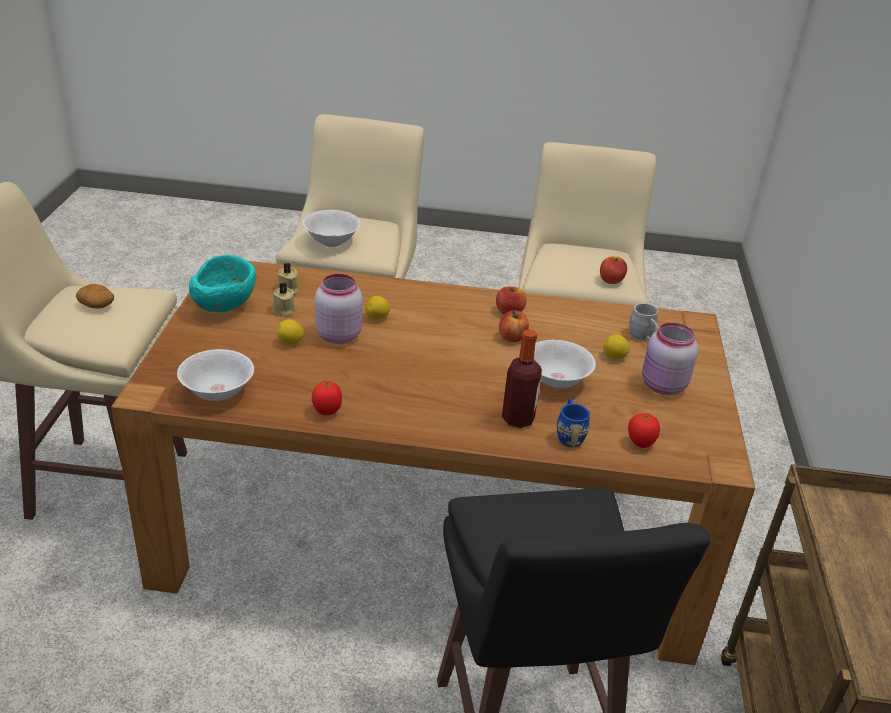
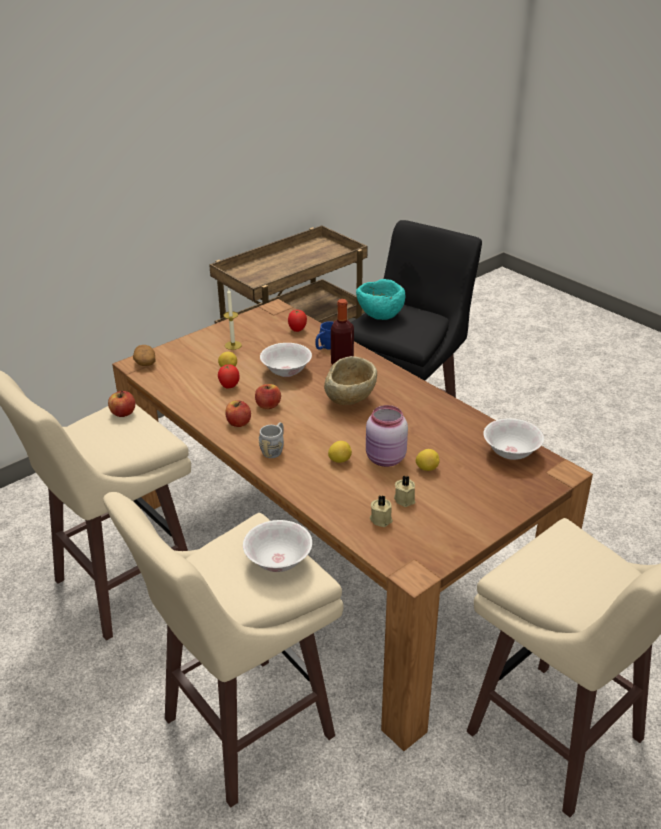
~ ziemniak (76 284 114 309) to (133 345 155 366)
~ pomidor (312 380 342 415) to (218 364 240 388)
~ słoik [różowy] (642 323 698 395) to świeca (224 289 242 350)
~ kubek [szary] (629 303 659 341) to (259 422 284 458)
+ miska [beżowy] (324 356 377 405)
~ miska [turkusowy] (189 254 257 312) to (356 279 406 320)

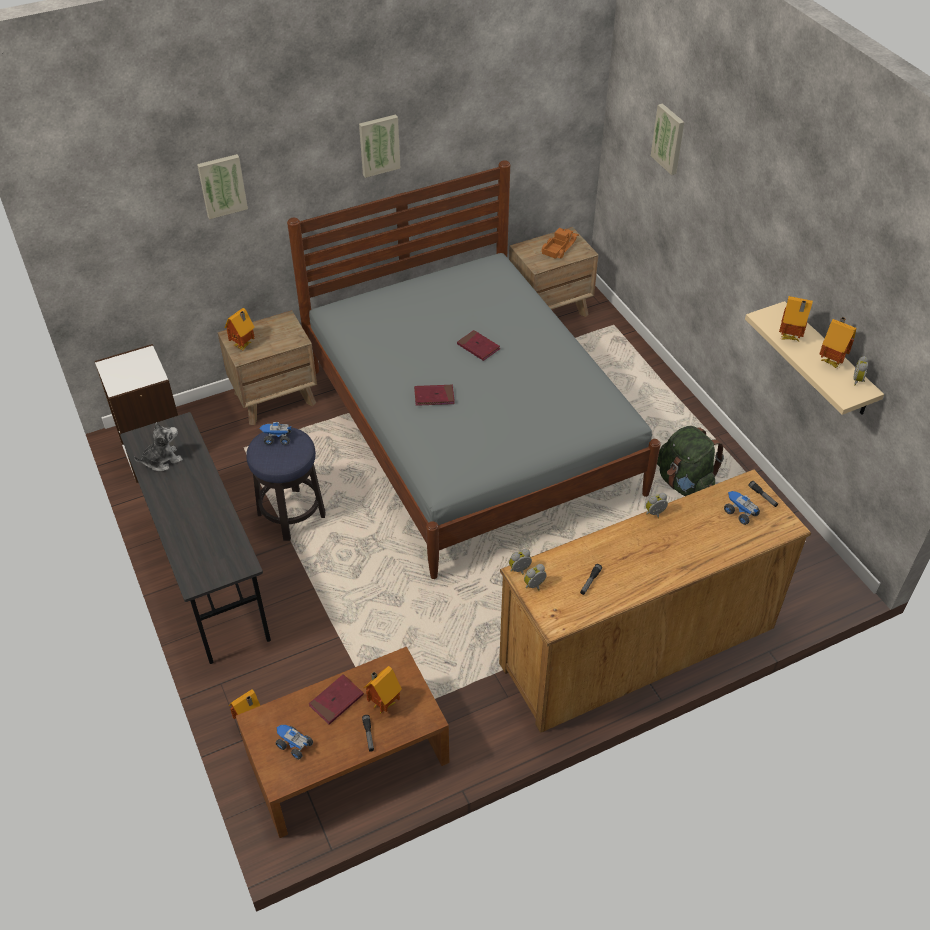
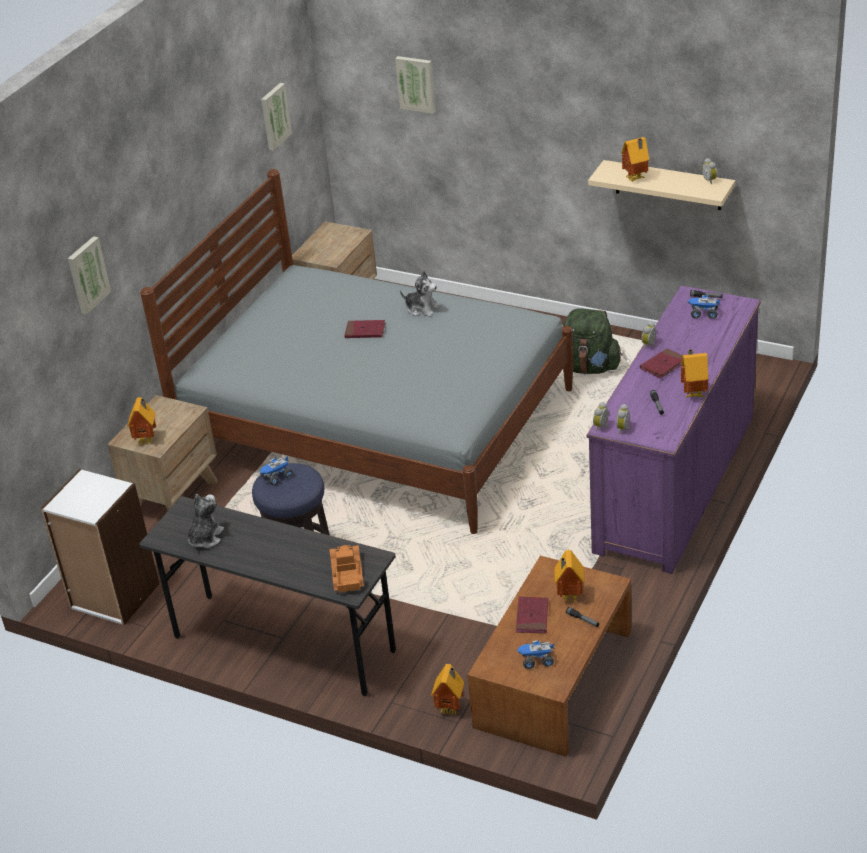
~ obraz (359 114 401 178) to (261 83 292 150)
~ ciężarówka zabawkowa (541 228 579 259) to (329 545 364 593)
+ pluszak (400 271 440 317)
~ komoda [brązowy] (499 469 811 733) to komoda [fioletowy] (586 286 761 574)
~ książka [czerwony] (414 384 455 406) to (640 348 683 378)
~ domek (820 317 856 368) to (681 349 708 398)

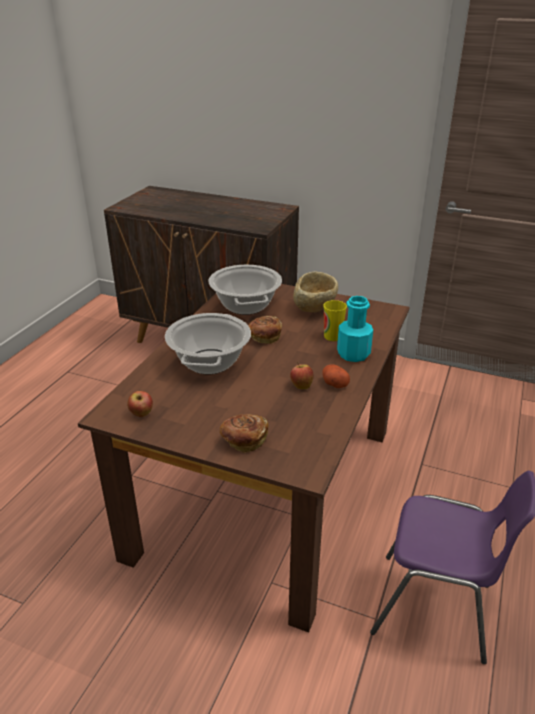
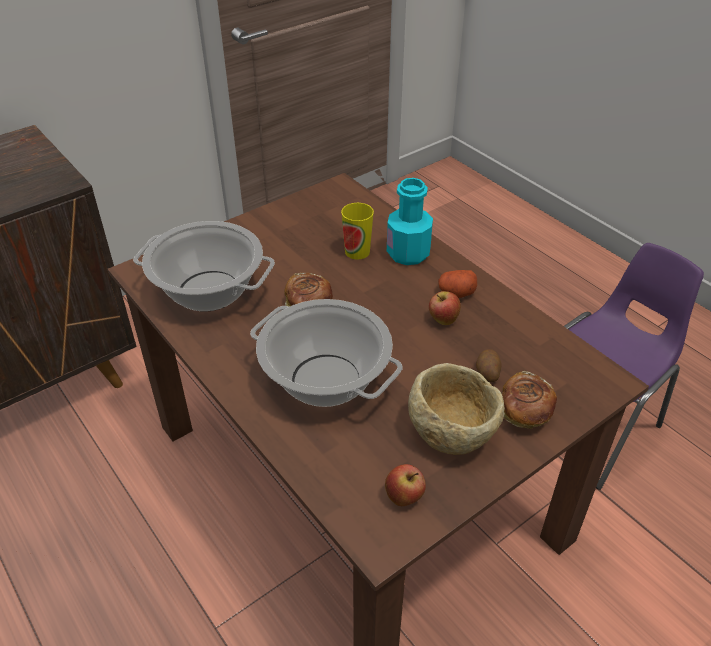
~ miska [beżowy] (293 271 338 312) to (408 363 505 455)
+ ziemniak (476 349 502 382)

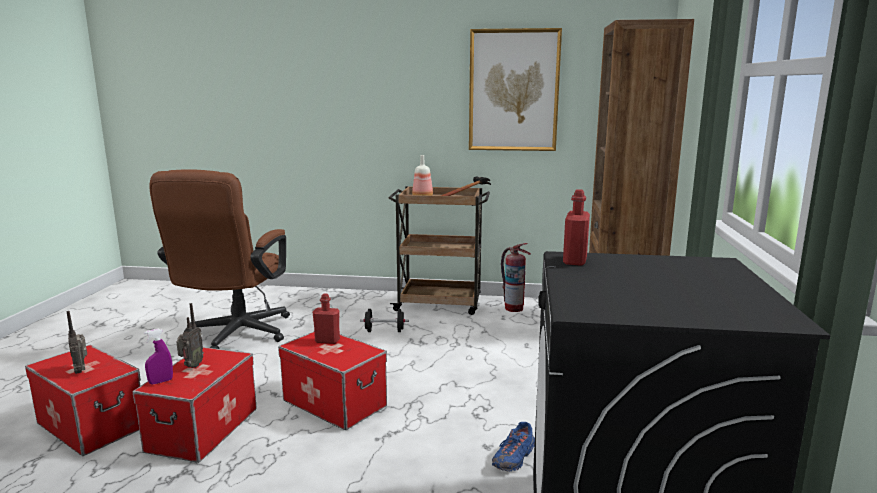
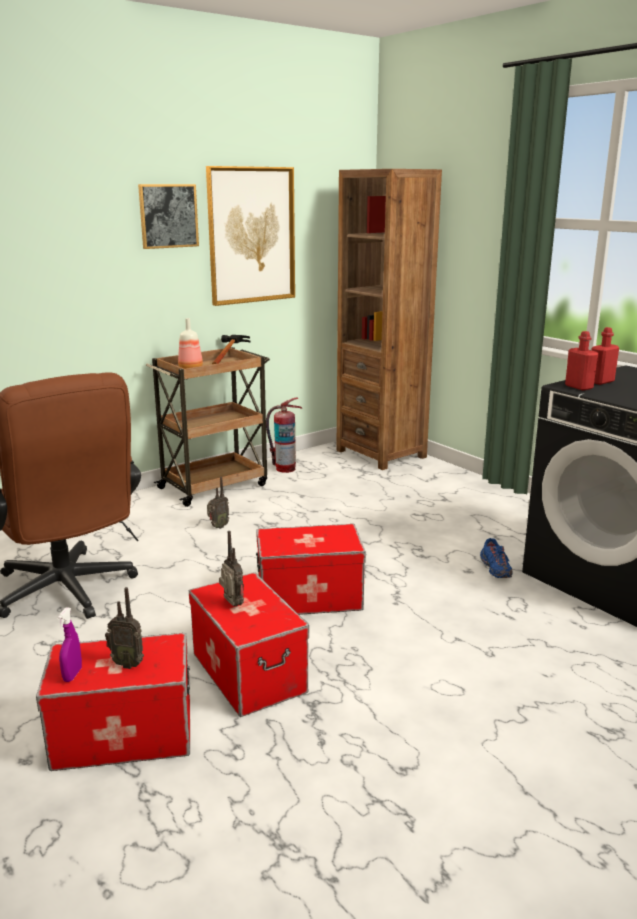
~ spryskiwacz [fioletowy] (144 329 173 385) to (57 607 82 682)
+ obraz (138 184 199 249)
~ hantel [czarny] (360 309 409 332) to radio (207 477 229 529)
~ butelka [czerwony] (313 293 340 344) to (591 327 619 385)

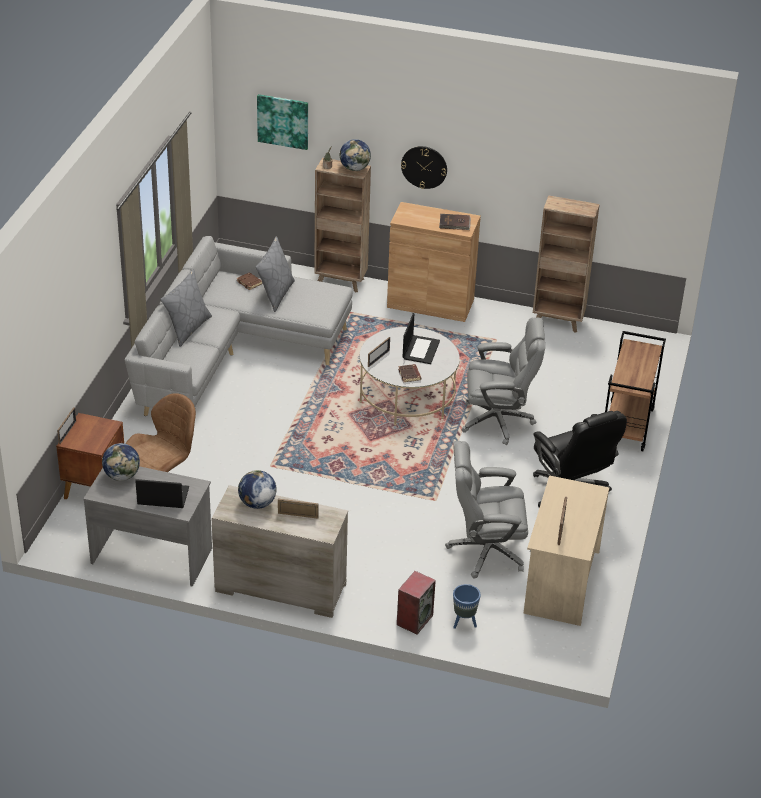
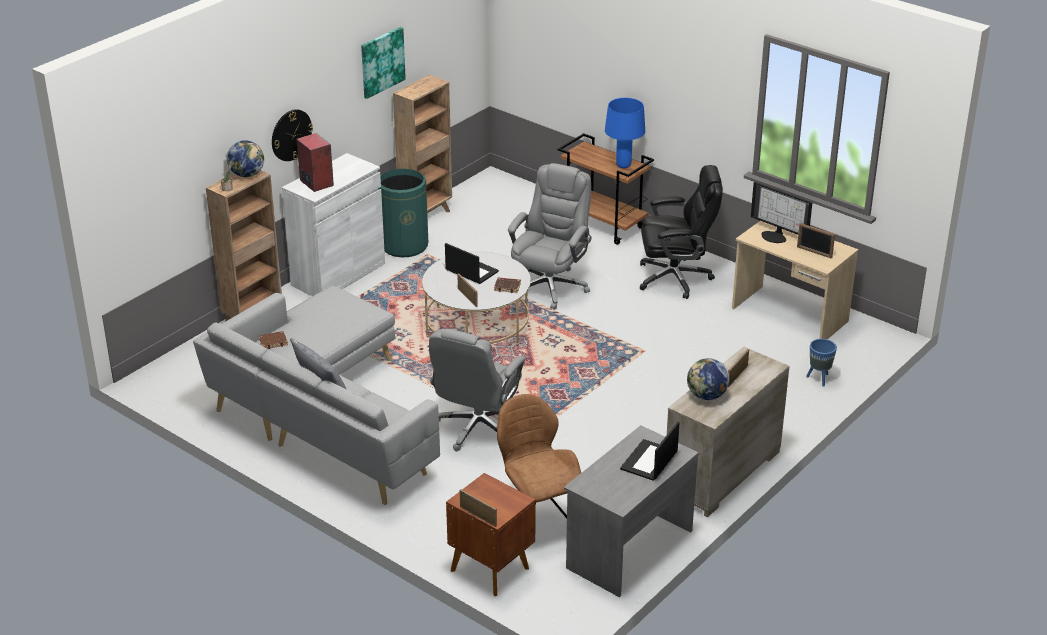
~ szafka [brązowy] (387 202 481 322) to szafka [biały] (282 153 385 296)
~ głośnik (397 571 436 634) to (296 133 334 192)
~ obraz (257 94 308 150) to (361 27 406 99)
+ kosz na śmieci [zielony] (379 169 428 257)
~ krzesło biurowe [szary] (445 441 528 579) to (429 329 525 451)
+ lampa stołowa [niebieski] (605 98 645 168)
+ monitor (751 182 812 243)
- globus (102 443 140 481)
- poduszka [szary] (256 236 295 312)
- książka [brązowy] (439 214 471 230)

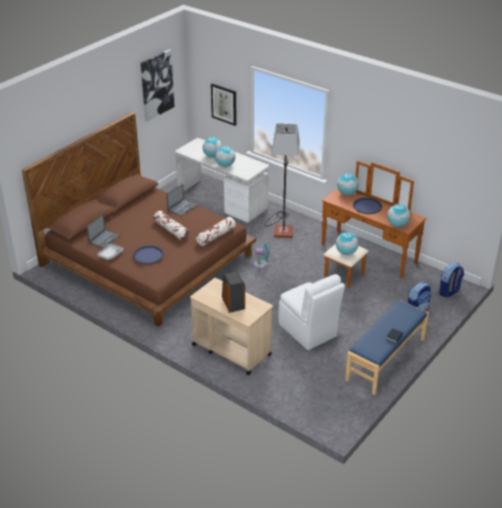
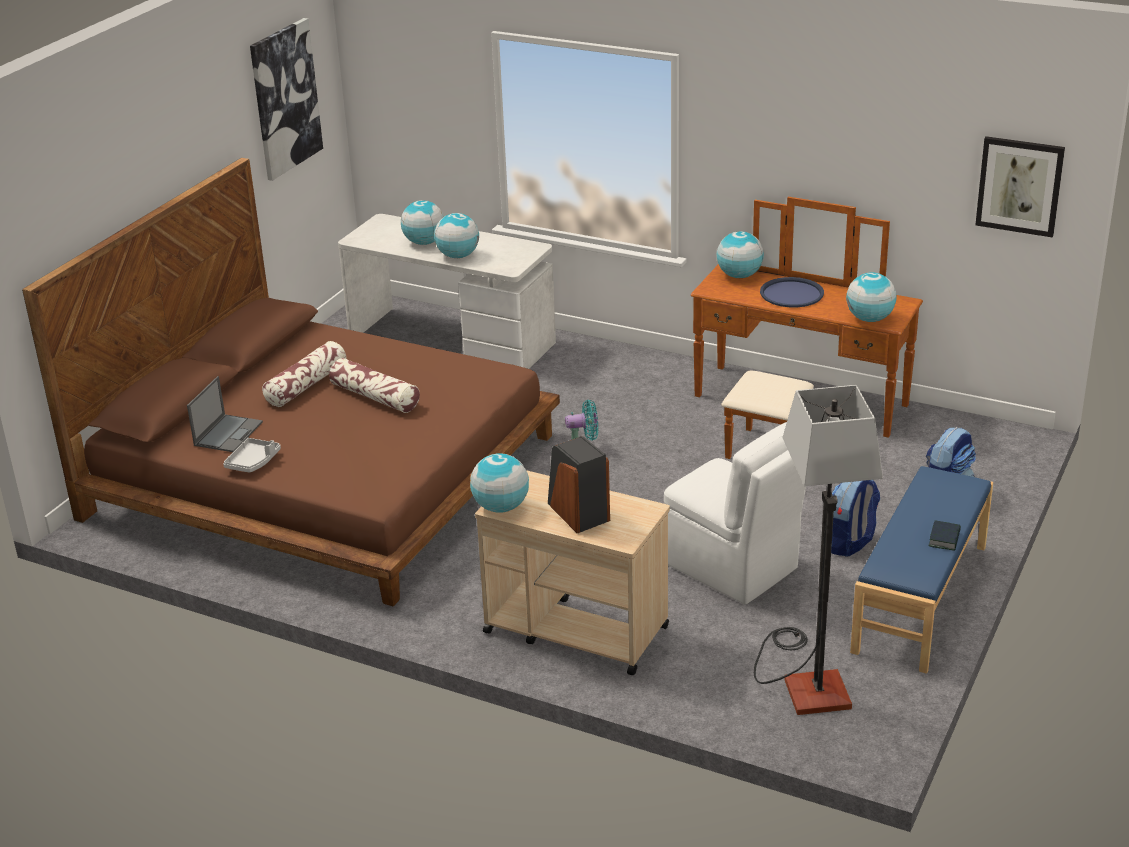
~ poduszka (196 217 236 246) to (262 341 346 407)
~ globus (336 232 359 255) to (470 453 529 513)
~ lampa stojąca (265 123 300 238) to (754 385 883 715)
~ plecak (439 263 464 297) to (831 480 880 557)
~ obraz (211 83 237 126) to (975 136 1065 237)
- taca [niebieski] (133 245 164 264)
- laptop (166 184 198 216)

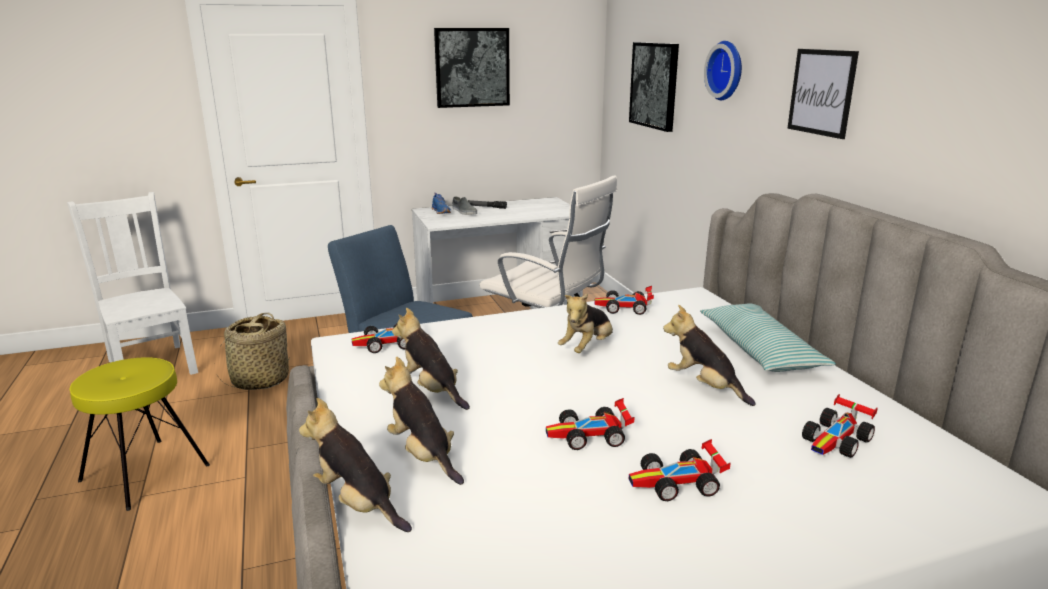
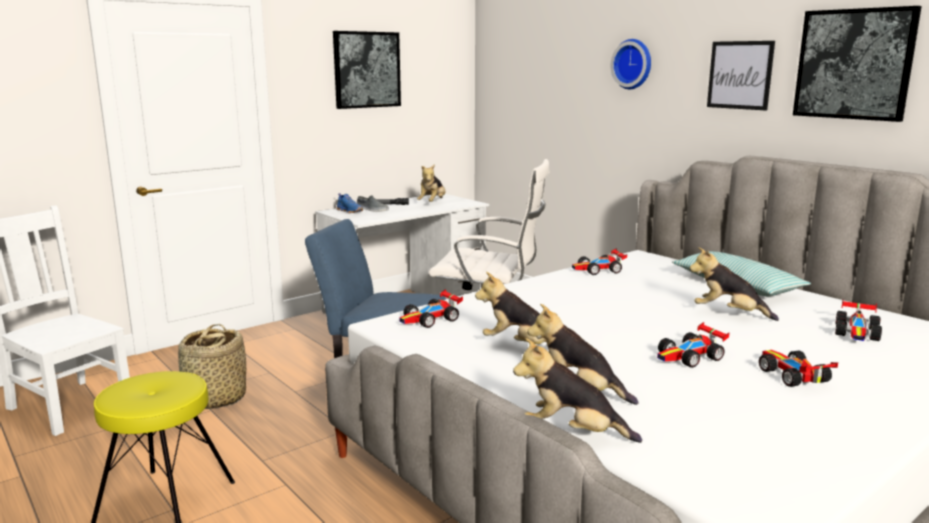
~ pluszak (558 293 613 353) to (417 164 445 202)
~ samochodzik (629 439 731 501) = (759 350 838 387) 105 degrees clockwise
~ obraz (629 42 679 132) to (793 6 922 122)

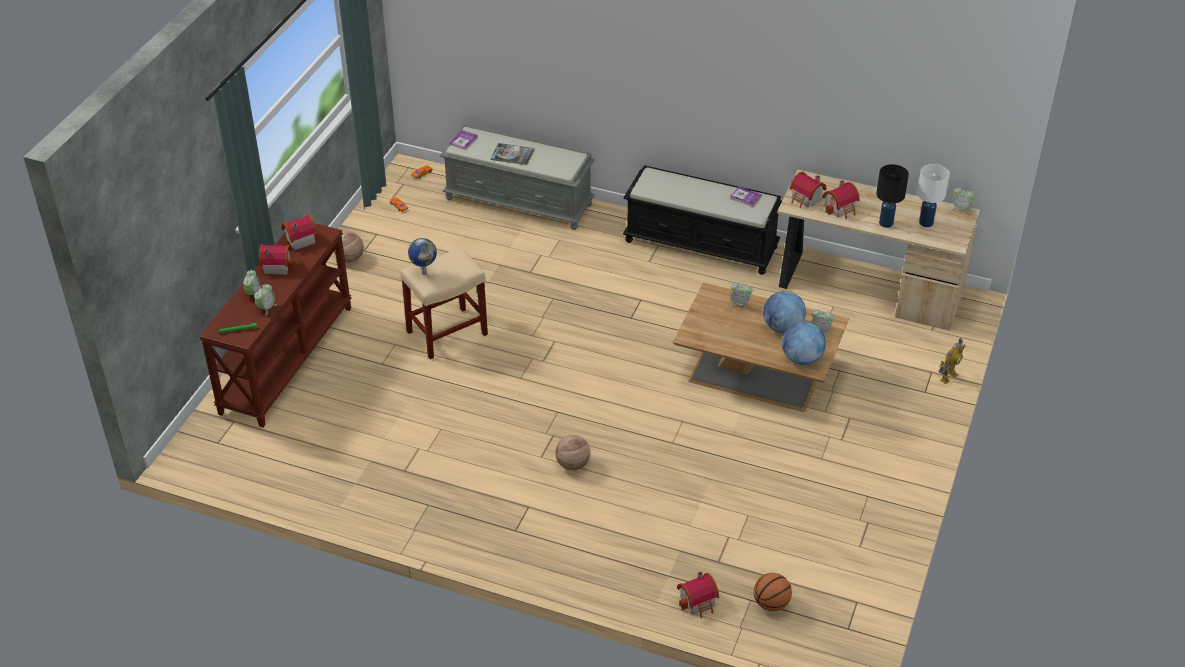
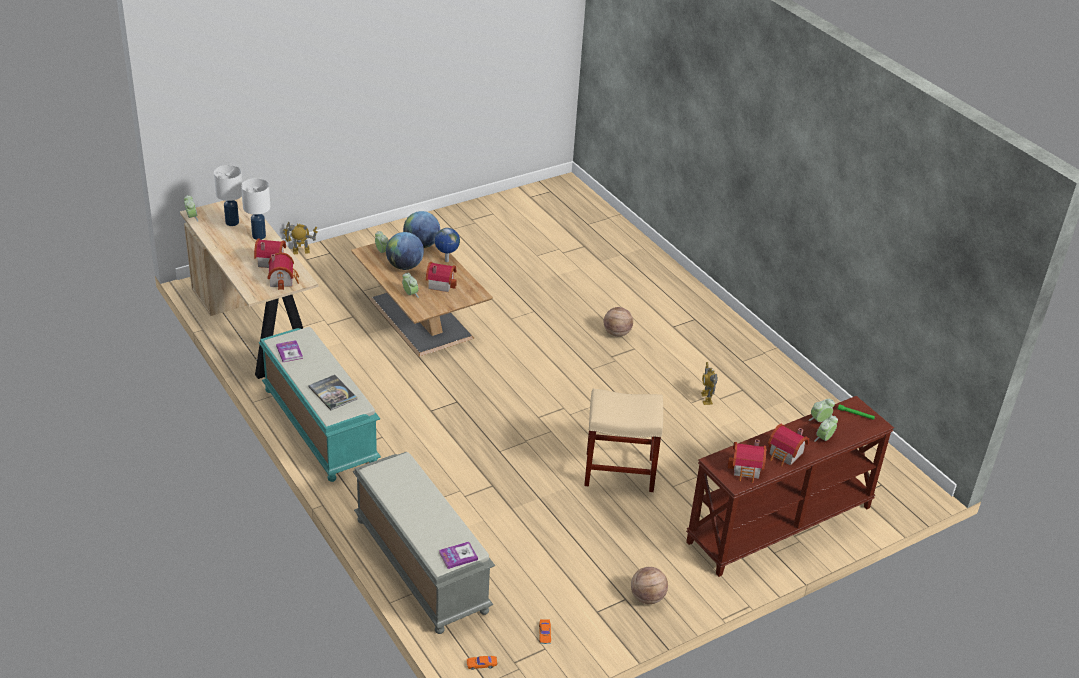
~ lampa stołowa [czarny] (876 164 909 228) to lampa stołowa [biały] (241 178 270 240)
~ ławka [czarny] (623 165 782 275) to ławka [turkusowy] (259 327 381 482)
~ książka (491 143 534 165) to (308 375 357 410)
~ domek (677 571 719 618) to (426 262 457 292)
~ globus (408 238 437 275) to (434 228 460 262)
+ robot zabawkowy (701 362 718 405)
- piłka do koszykówki (754 573 792 611)

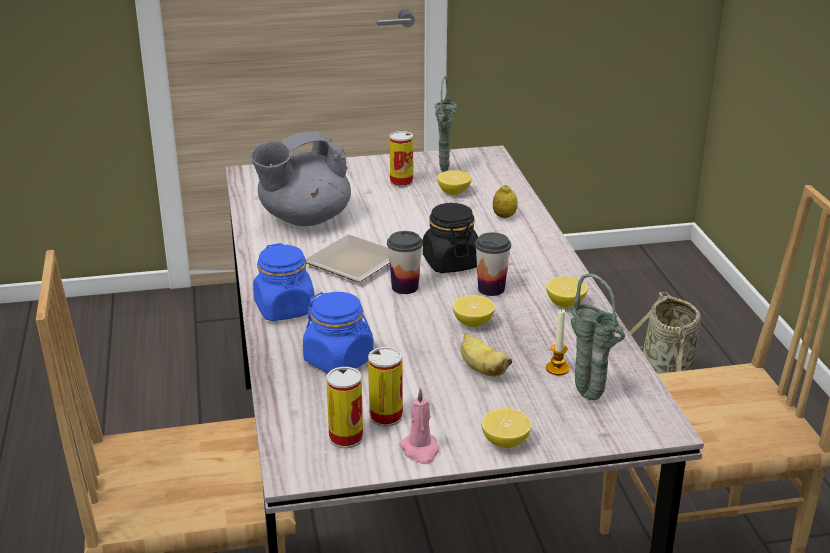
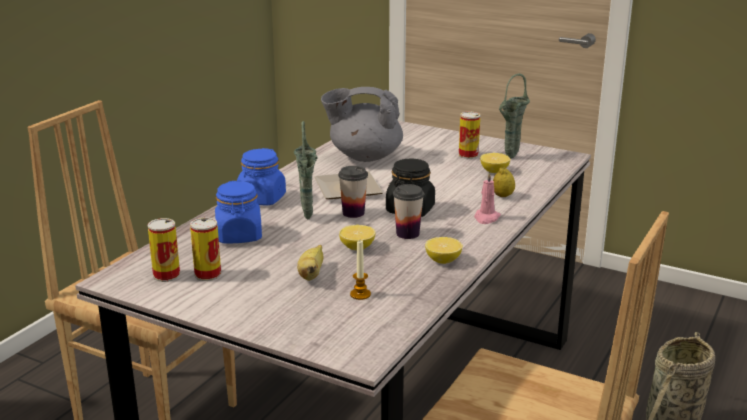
~ wazon [zielony] (570 273 625 400) to (294 121 317 219)
~ świeca [różowy] (399 388 439 464) to (474 171 501 224)
- cytryna (481 408 532 448)

